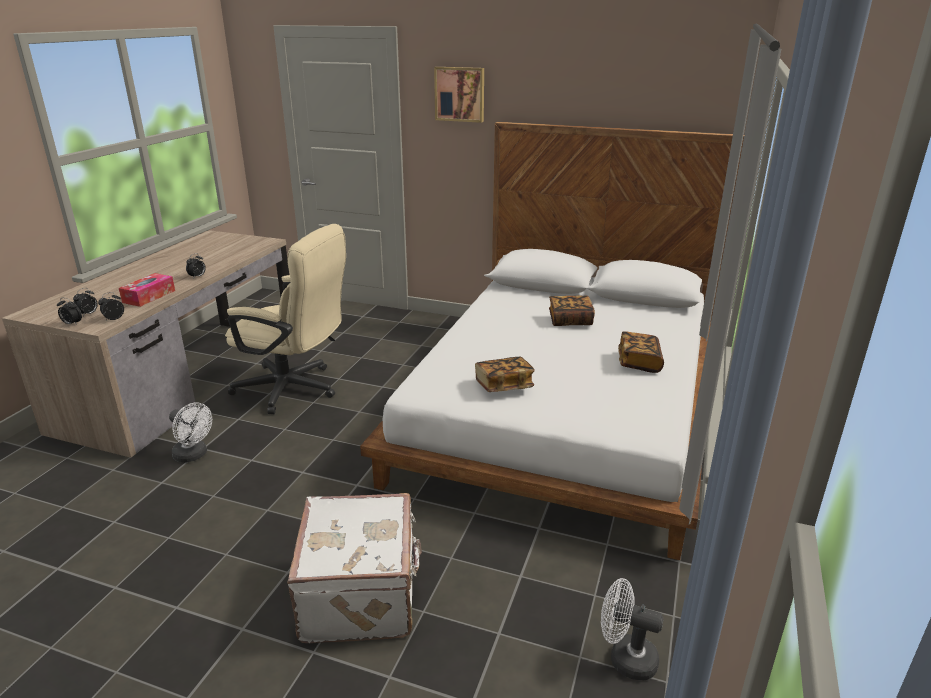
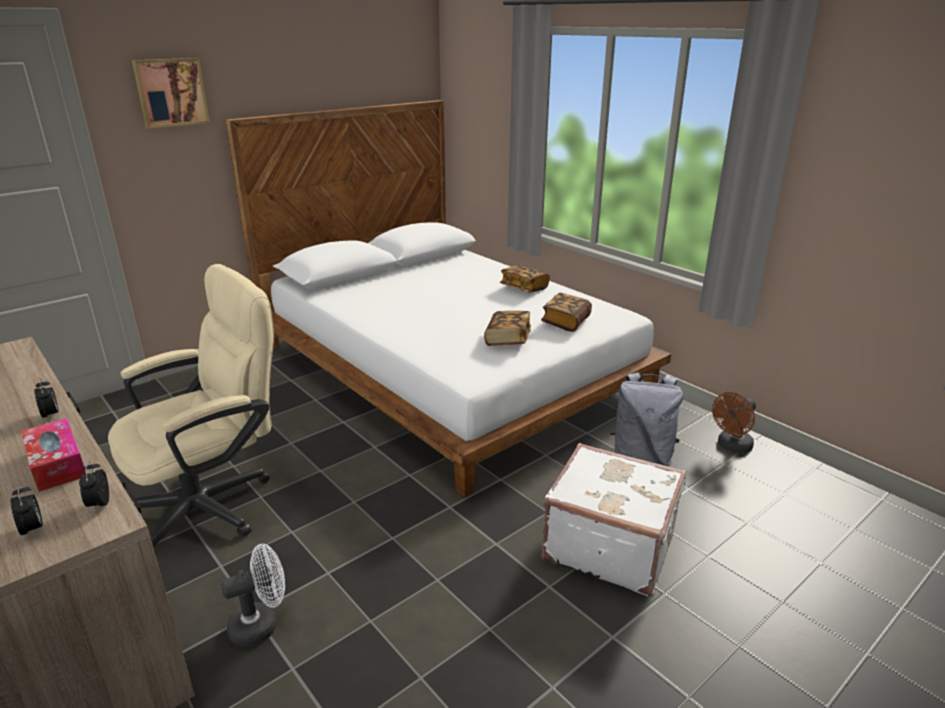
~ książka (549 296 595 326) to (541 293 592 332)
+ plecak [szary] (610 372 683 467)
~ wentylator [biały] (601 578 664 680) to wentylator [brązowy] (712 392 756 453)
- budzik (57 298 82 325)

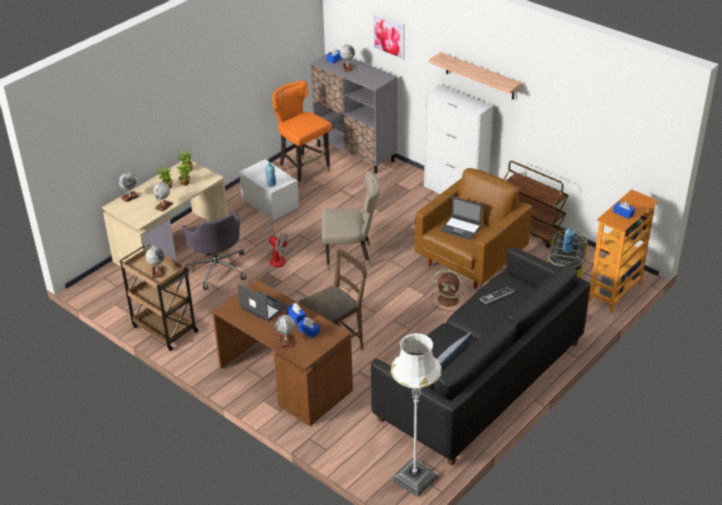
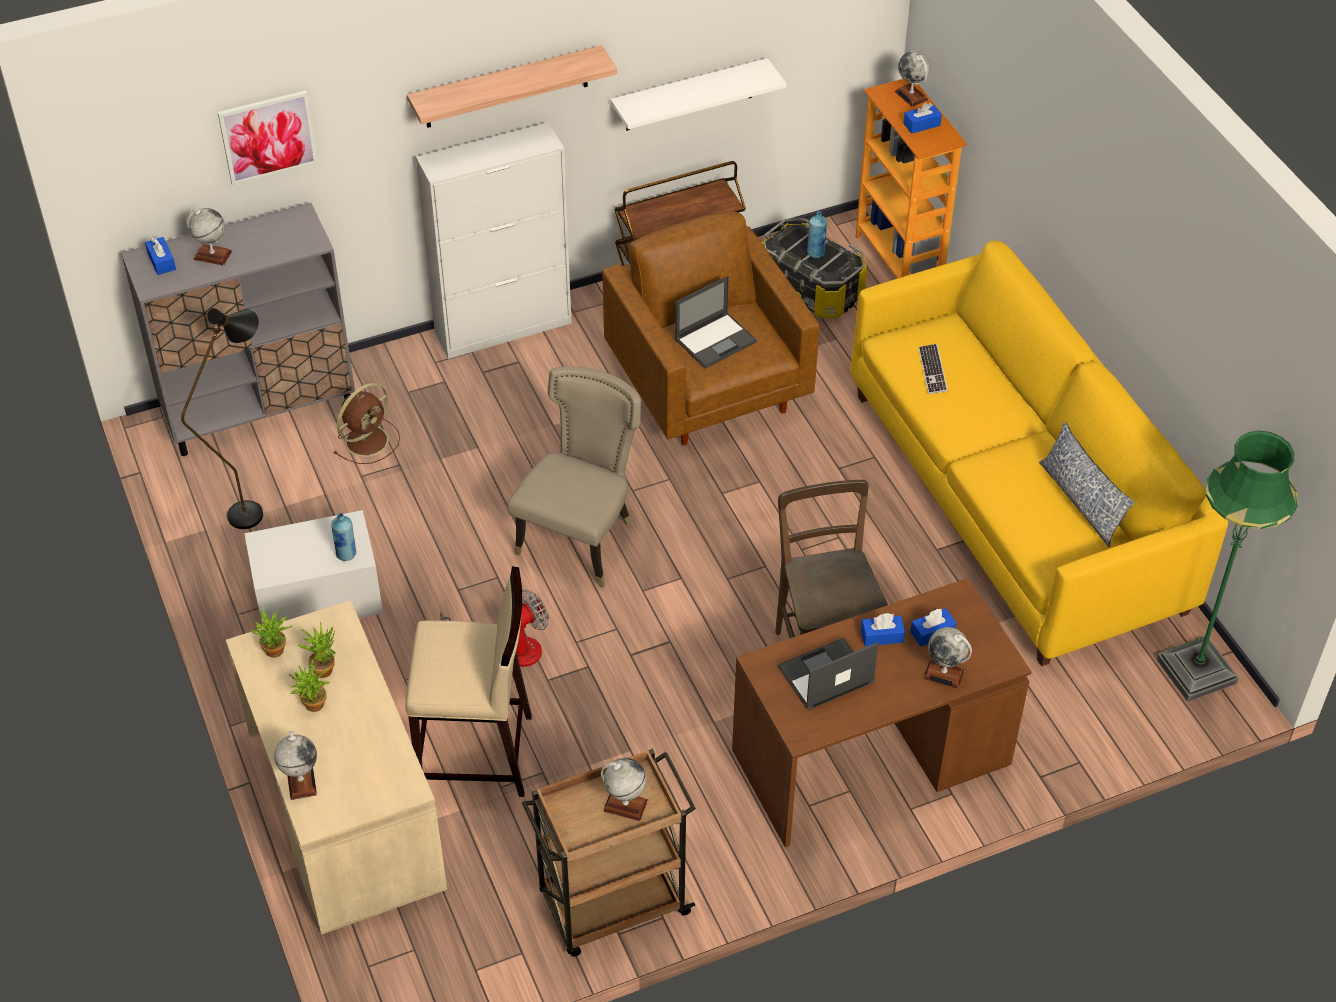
~ krzesło [pomarańczowy] (272 81 332 187) to lampa stojąca [czarny] (181 308 263 529)
~ wentylator [brązowy] (431 270 466 311) to (334 383 400 464)
~ krzesło biurowe [szary] (181 211 246 290) to stołek [beżowy] (405 566 532 797)
+ półka [biały] (611 58 787 131)
~ kanapa [czarny] (371 247 590 466) to kanapa [żółty] (851 241 1228 666)
~ globus (153 182 173 212) to (894 50 931 107)
~ lampa stojąca [biały] (390 333 442 497) to lampa stojąca [zielony] (1156 431 1298 702)

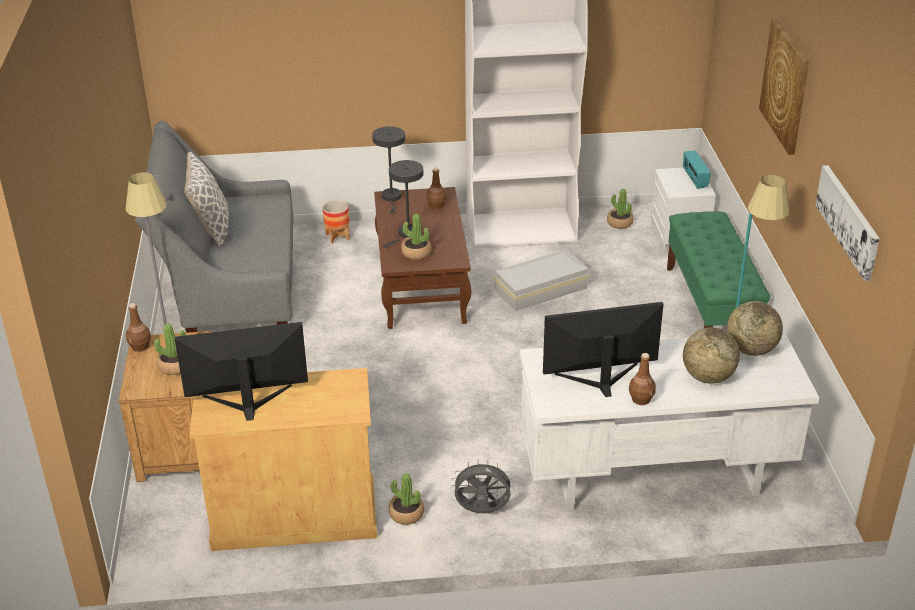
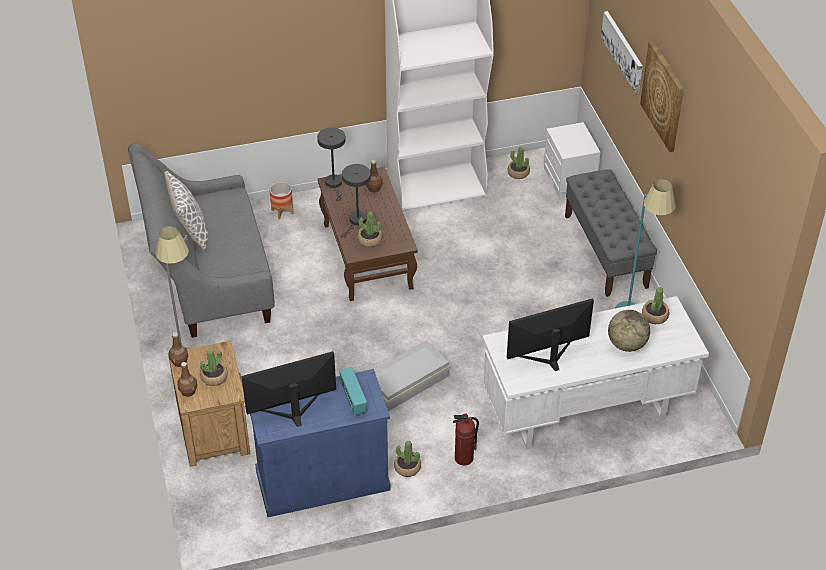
~ butelka [brązowy] (629 353 656 405) to (177 362 197 397)
~ szafka [beżowy] (189 368 377 551) to szafka [niebieski] (250 369 391 517)
~ radio (683 150 711 189) to (339 367 367 415)
~ pojemnik do przechowywania [biały] (494 249 589 311) to (374 340 450 411)
~ wentylator [szary] (451 460 514 513) to gaśnica (453 413 479 465)
~ ławka [zielony] (667 211 770 328) to ławka [szary] (565 169 657 297)
~ obraz (815 165 880 281) to (601 11 643 93)
~ globus (727 301 783 356) to roślina doniczkowa (642 287 669 324)

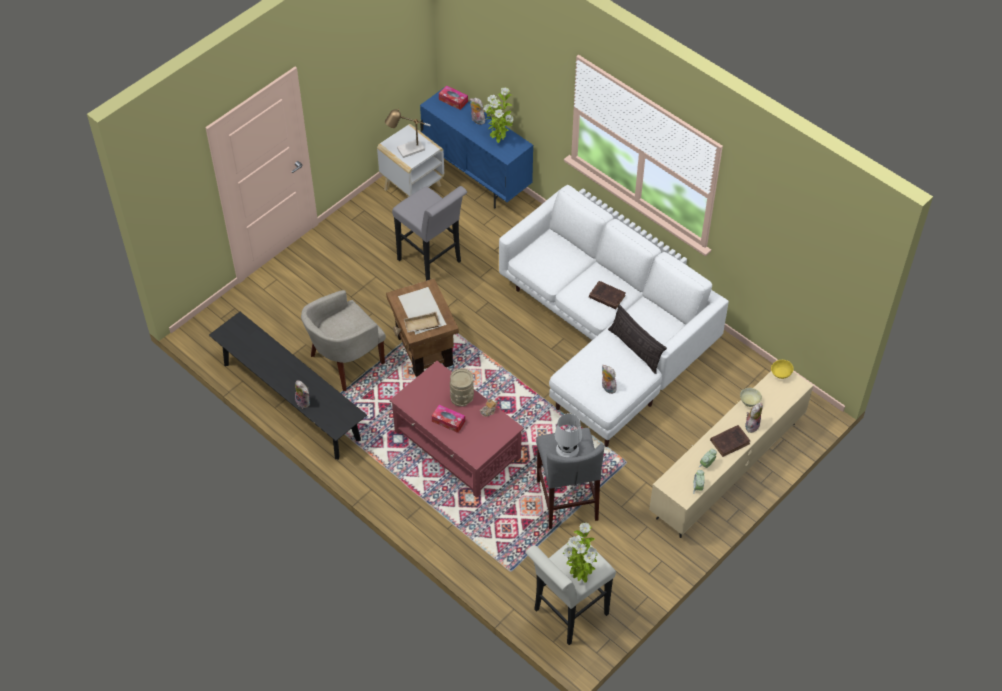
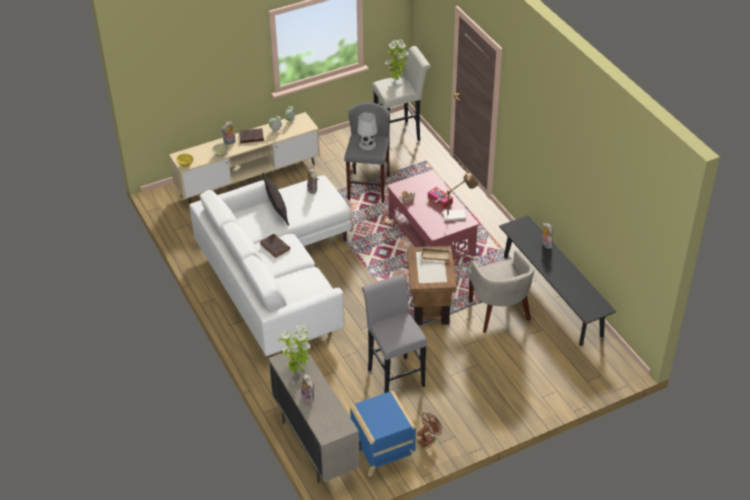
~ szafka [niebieski] (420 89 533 209) to szafka [beżowy] (268 351 361 483)
~ stolik [biały] (377 124 444 198) to stolik [niebieski] (350 391 416 477)
+ wentylator [brązowy] (417 413 442 448)
~ lampa stołowa (385 109 431 158) to (435 173 478 222)
~ fotel [beżowy] (301 290 386 391) = (468 250 535 333) 90 degrees clockwise
- pudełko chusteczek (439 85 468 110)
- wazon [beżowy] (450 368 474 407)

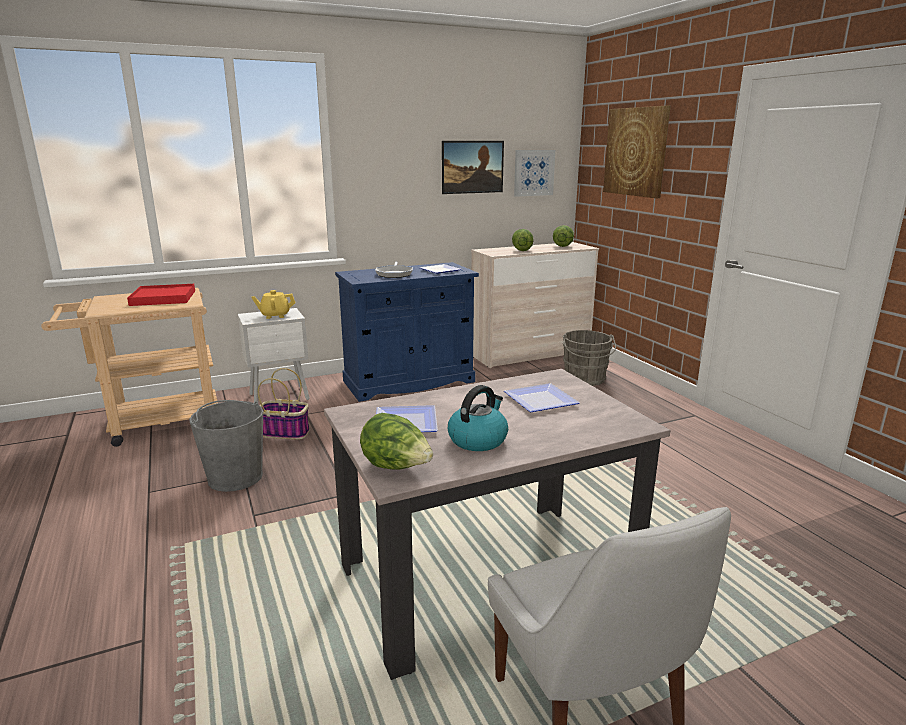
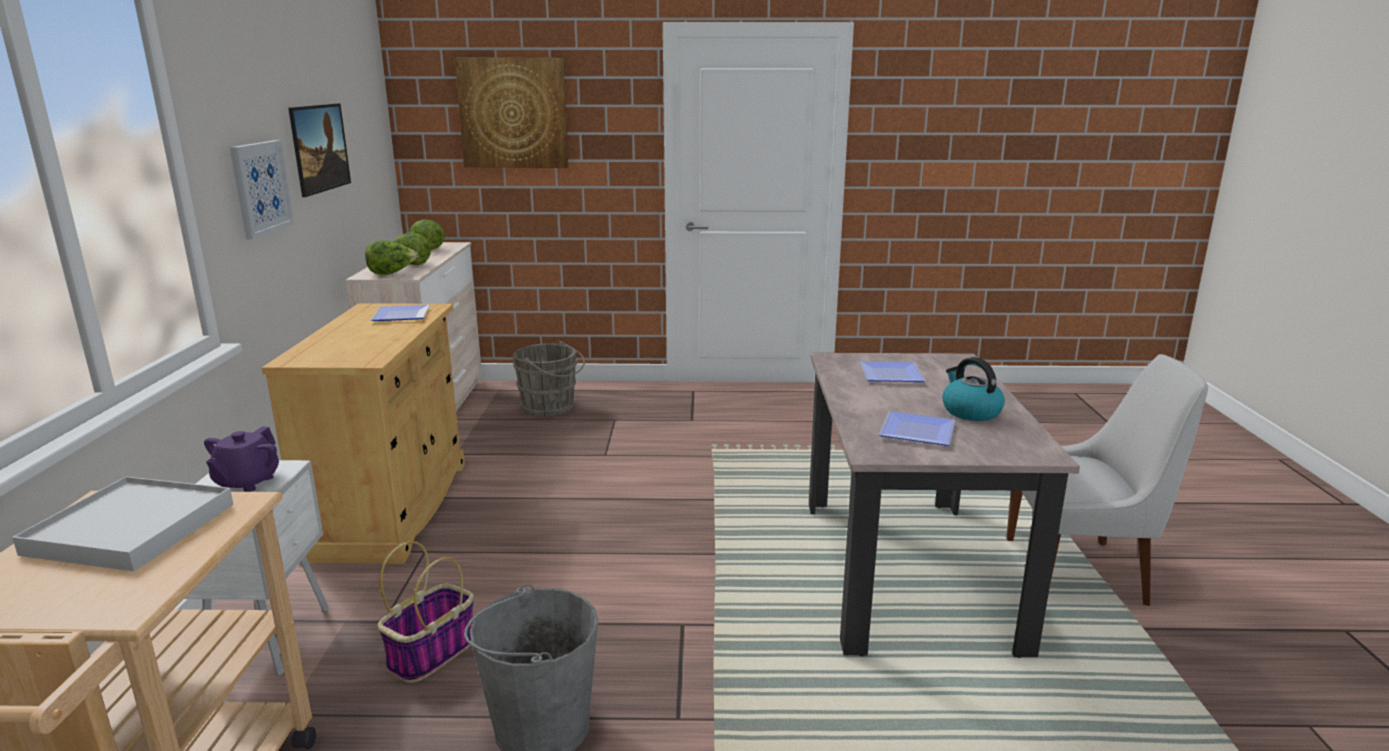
~ taca [czerwony] (127 284 195 306) to taca [biały] (12 476 234 571)
~ imbryk [żółty] (251 290 295 319) to imbryk [fioletowy] (204 426 279 492)
~ obraz (514 150 555 197) to (230 140 294 239)
~ szafka [niebieski] (335 262 479 402) to szafka [beżowy] (262 303 465 564)
~ sałata (360 413 433 470) to (365 240 418 275)
- patelnia (375 262 413 278)

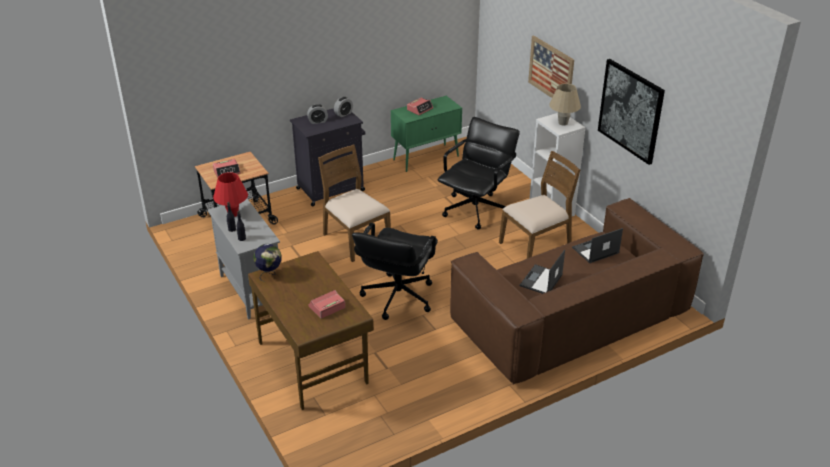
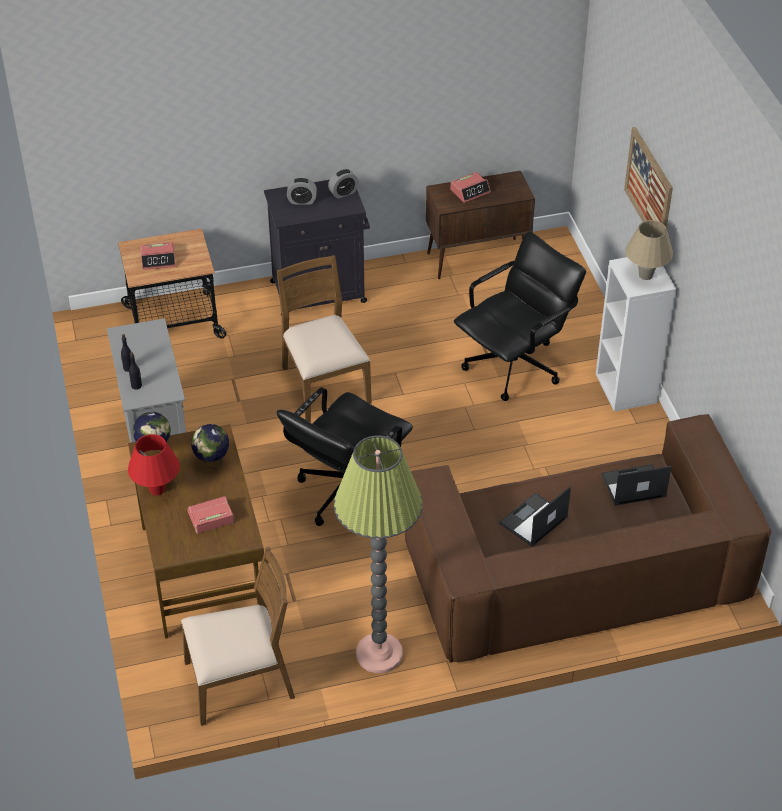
~ lampa stołowa [czerwony] (213 172 248 217) to (128 434 180 495)
~ krzesło [brązowy] (499 151 580 259) to (181 547 295 726)
+ globus (191 424 229 469)
+ lampa stojąca (334 435 423 673)
~ szafka [zielony] (391 96 462 172) to szafka [brązowy] (426 171 535 279)
- obraz (598 59 665 165)

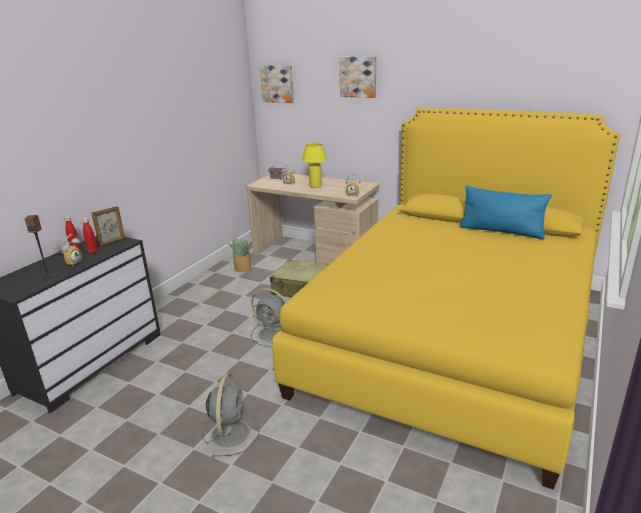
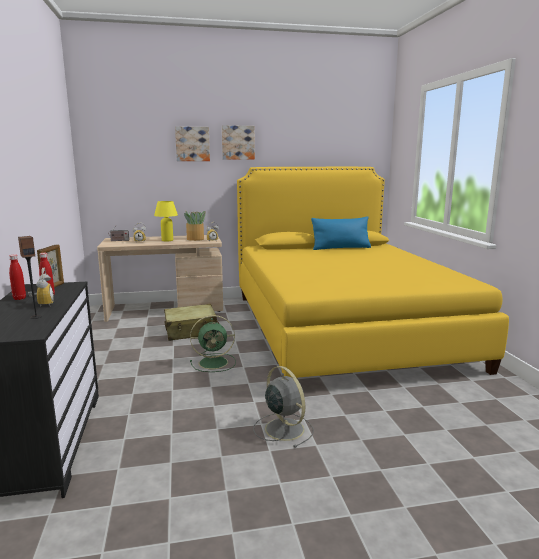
~ roślina doniczkowa (229 238 251 272) to (184 211 206 241)
~ wentylator [szary] (251 288 287 347) to wentylator [zielony] (190 315 236 372)
~ obraz (260 65 294 103) to (222 125 255 160)

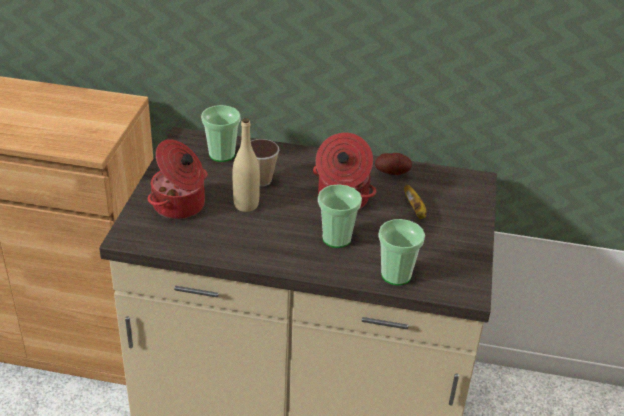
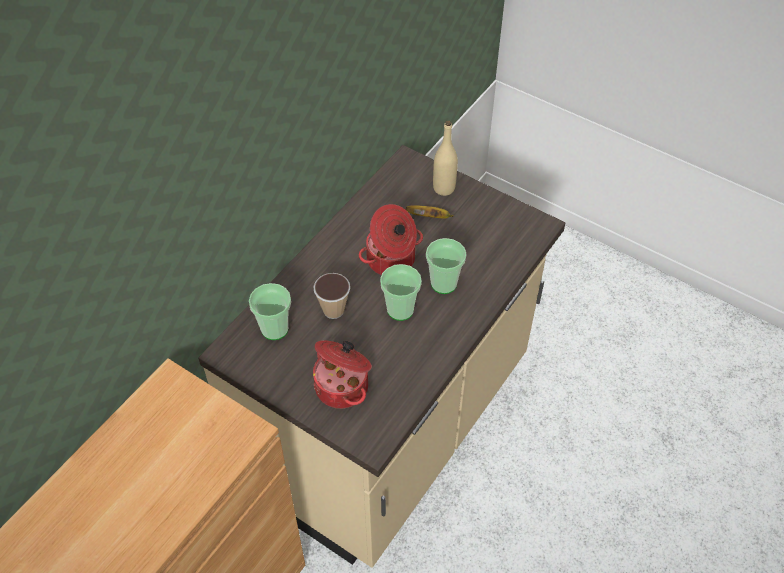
~ filiżanka (378 219 425 285) to (380 264 422 321)
~ butelka [beżowy] (233 118 260 212) to (433 121 458 196)
- ziemniak (375 153 412 175)

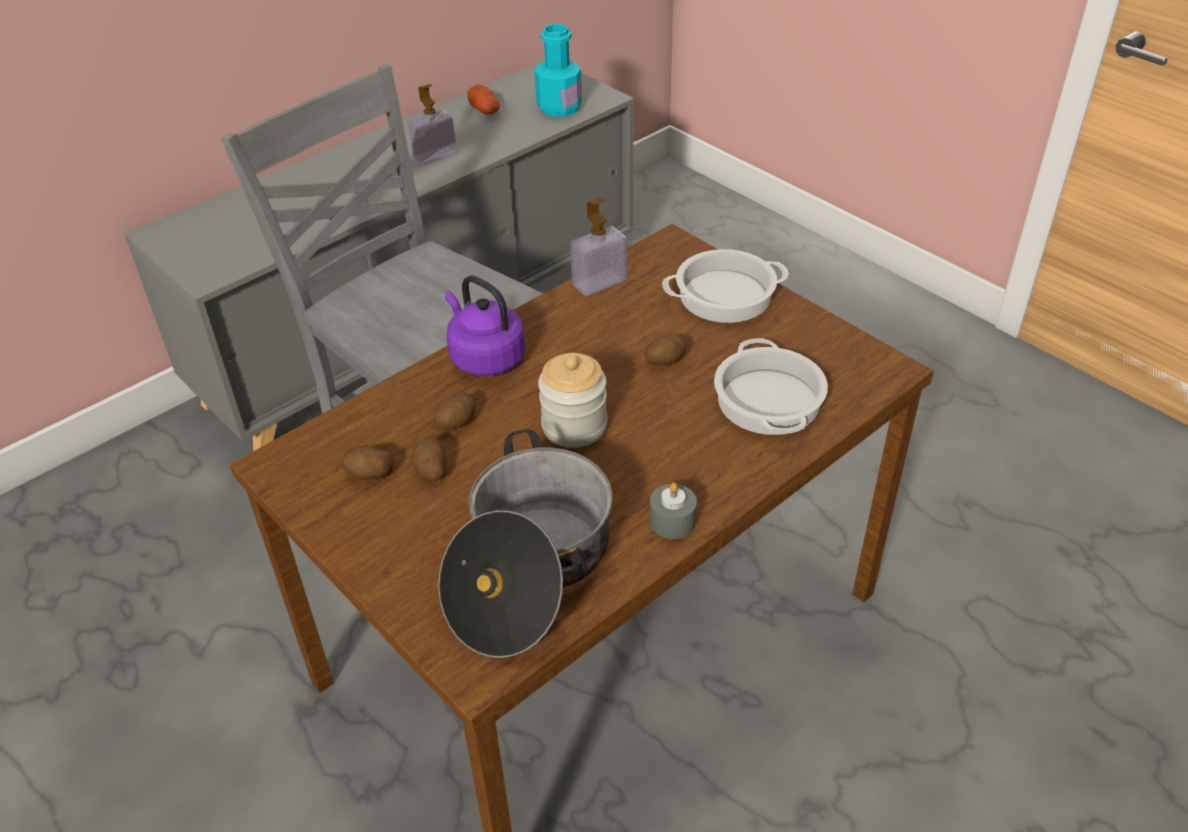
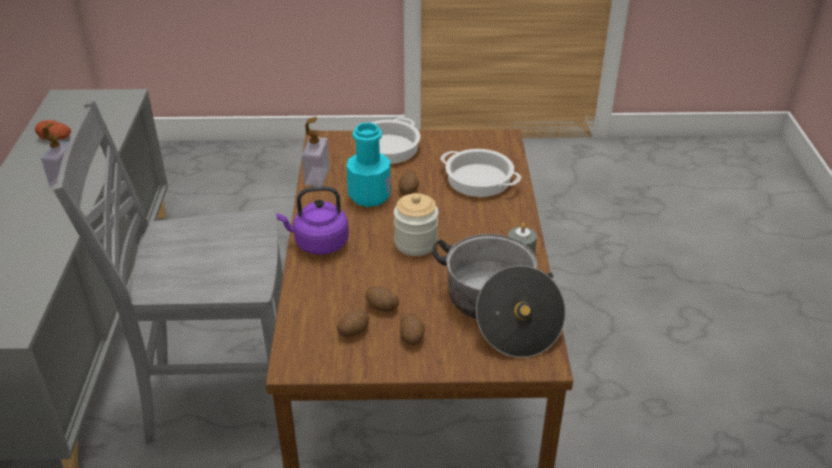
~ butelka [turkusowy] (535 24 582 117) to (346 122 391 207)
~ ziemniak (434 392 476 430) to (400 314 425 345)

